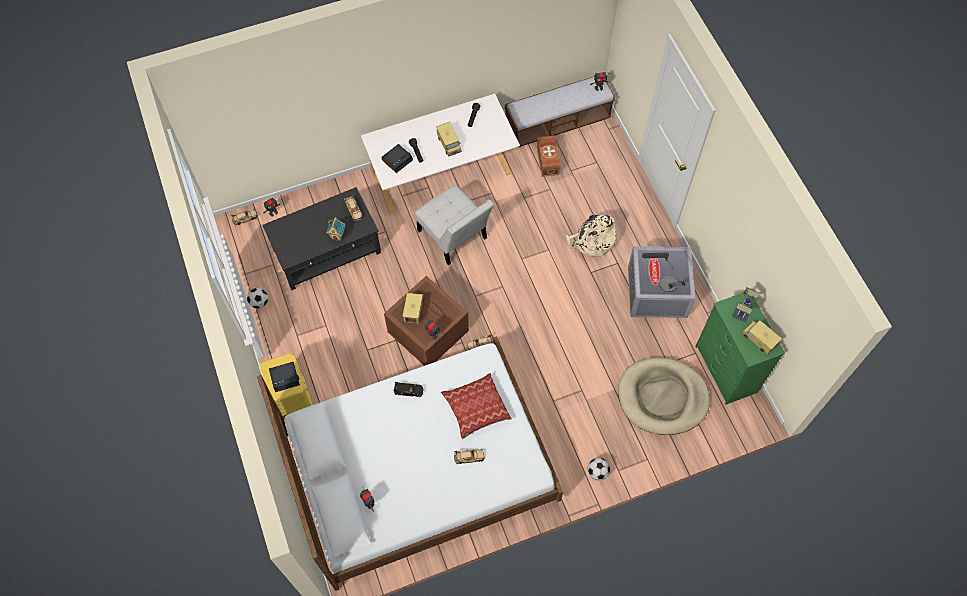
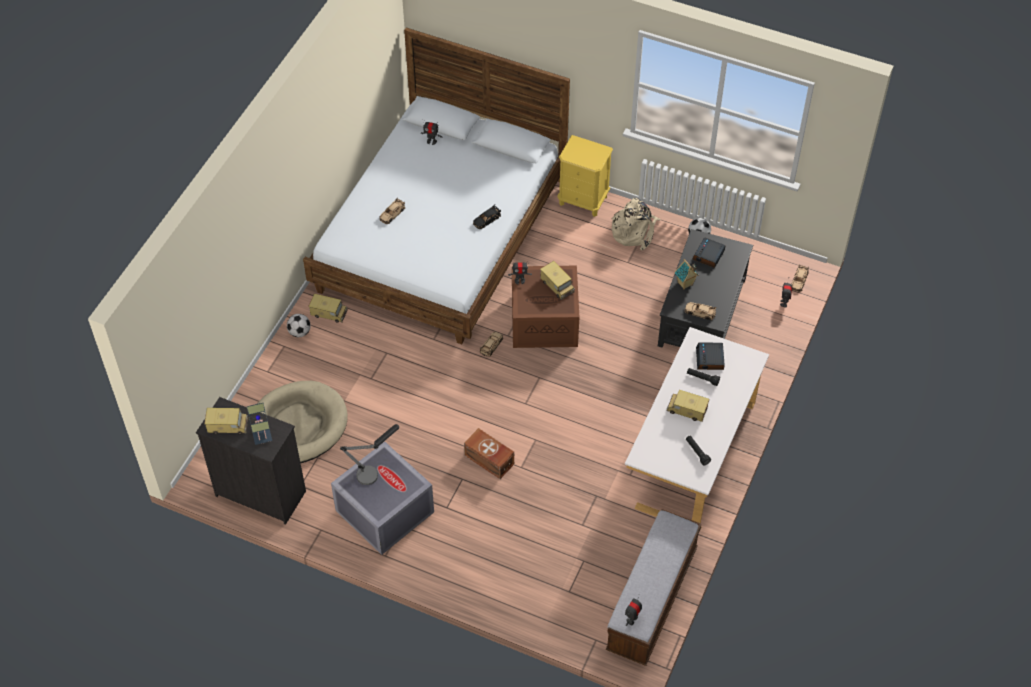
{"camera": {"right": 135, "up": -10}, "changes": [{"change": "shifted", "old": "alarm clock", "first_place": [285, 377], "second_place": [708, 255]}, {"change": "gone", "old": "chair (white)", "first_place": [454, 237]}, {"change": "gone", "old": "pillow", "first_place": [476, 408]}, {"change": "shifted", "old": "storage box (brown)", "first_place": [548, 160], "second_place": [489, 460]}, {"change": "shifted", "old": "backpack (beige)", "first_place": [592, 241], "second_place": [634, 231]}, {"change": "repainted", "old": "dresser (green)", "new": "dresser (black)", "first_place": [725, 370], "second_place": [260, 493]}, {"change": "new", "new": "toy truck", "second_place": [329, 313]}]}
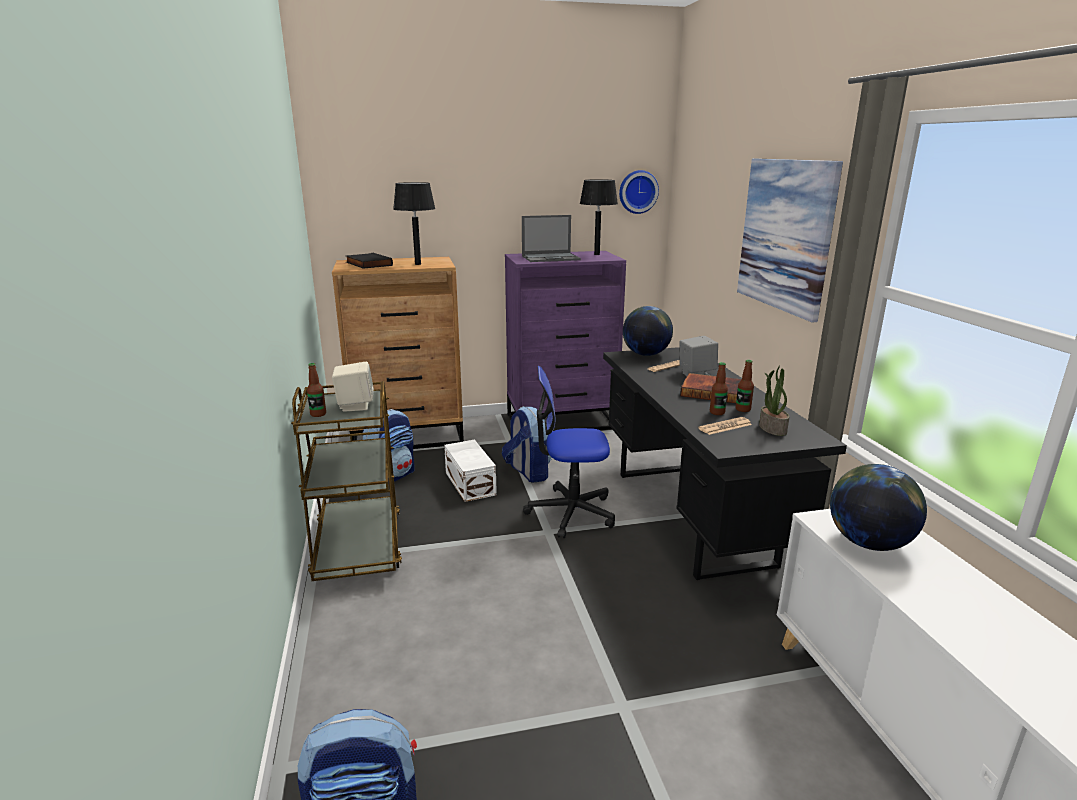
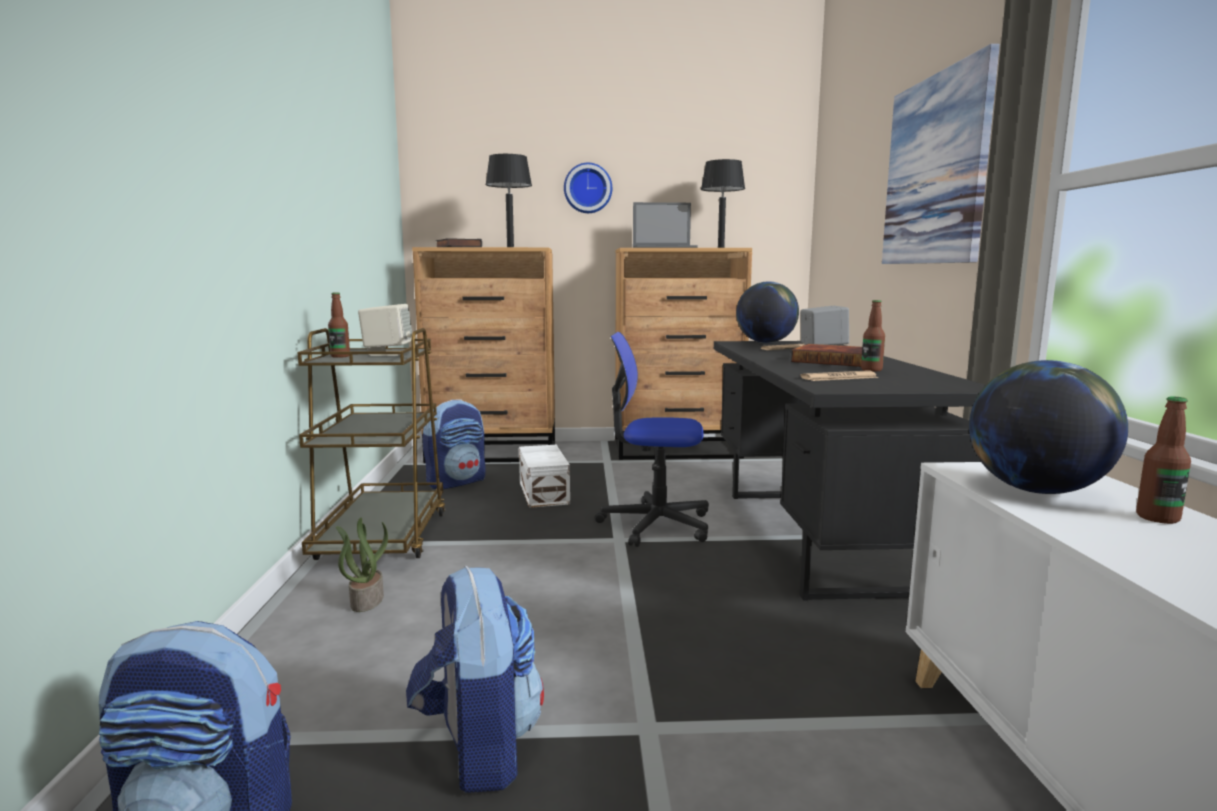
{"camera": {"right": 10, "up": -10}, "changes": [{"change": "shifted", "old": "backpack", "first_place": [528, 472], "second_place": [477, 748]}, {"change": "repainted", "old": "dresser (purple)", "new": "dresser (brown)", "first_place": [562, 421], "second_place": [678, 449]}, {"change": "shifted", "old": "wall clock", "first_place": [637, 192], "second_place": [588, 188]}, {"change": "shifted", "old": "bottle", "first_place": [717, 412], "second_place": [1157, 518]}, {"change": "shifted", "old": "potted plant", "first_place": [772, 428], "second_place": [366, 600]}]}
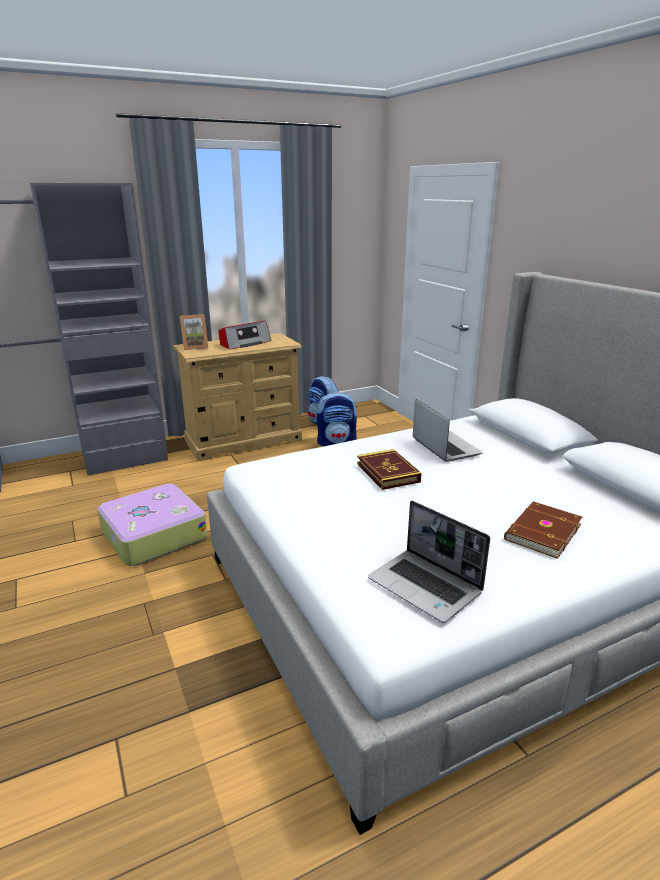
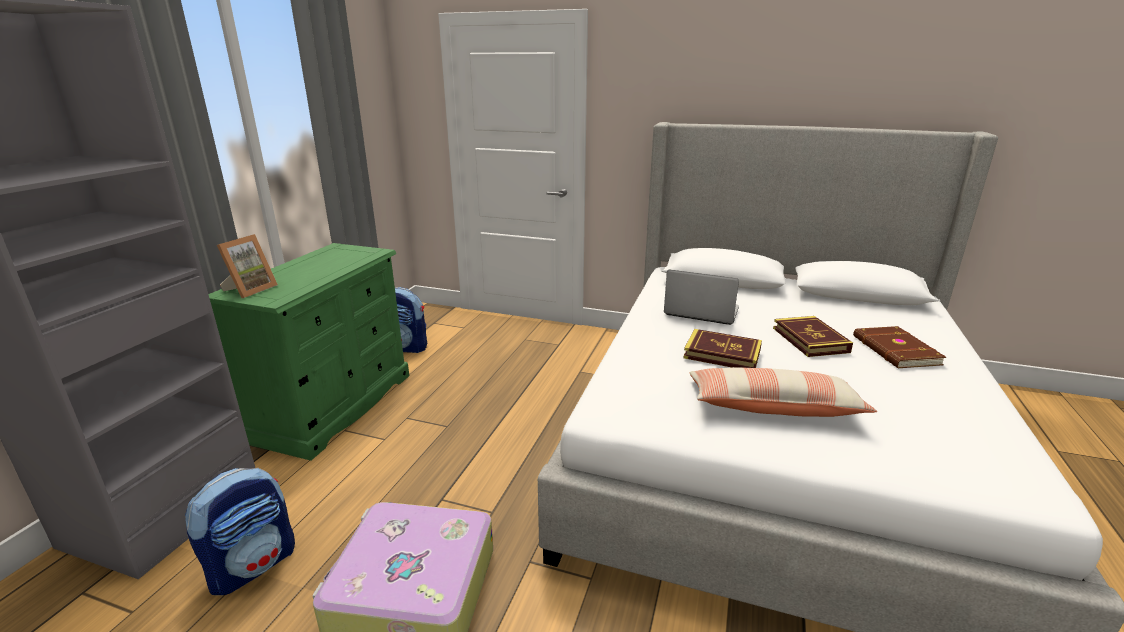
{"camera": {"right": -45, "up": 0}, "changes": [{"change": "repainted", "old": "dresser (beige)", "new": "dresser (green)", "first_place": [244, 441], "second_place": [335, 406]}, {"change": "gone", "old": "radio", "first_place": [244, 343]}, {"change": "shifted", "old": "backpack", "first_place": [337, 442], "second_place": [253, 565]}, {"change": "gone", "old": "laptop", "first_place": [426, 586]}, {"change": "new", "new": "pillow", "second_place": [772, 407]}, {"change": "new", "new": "book", "second_place": [810, 340]}]}
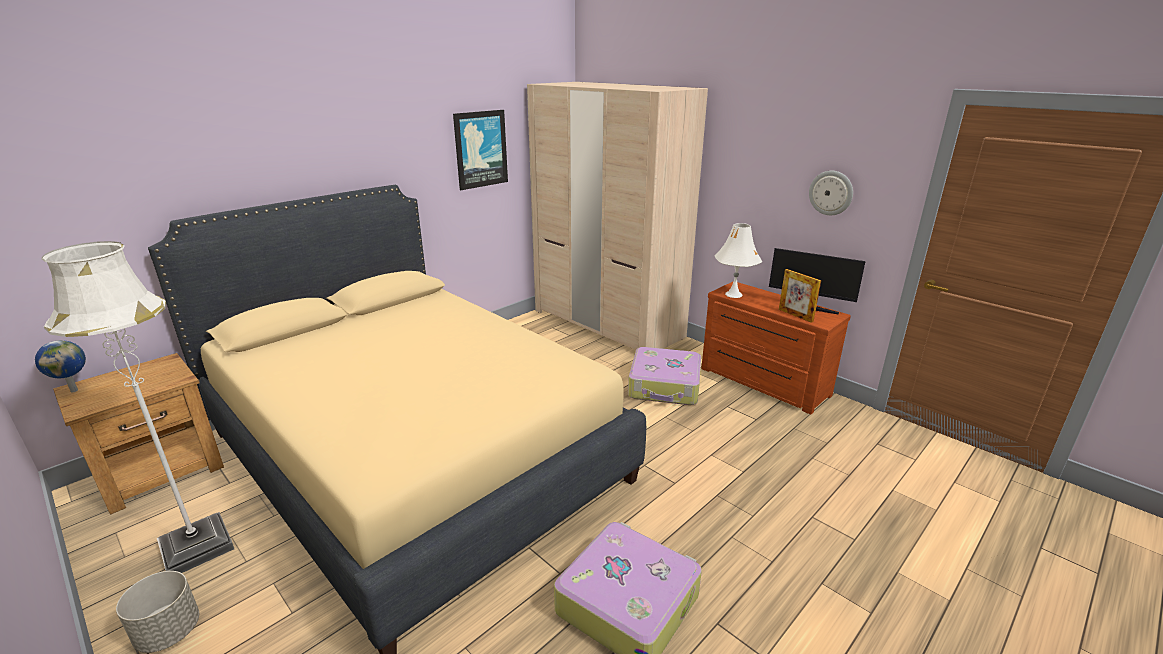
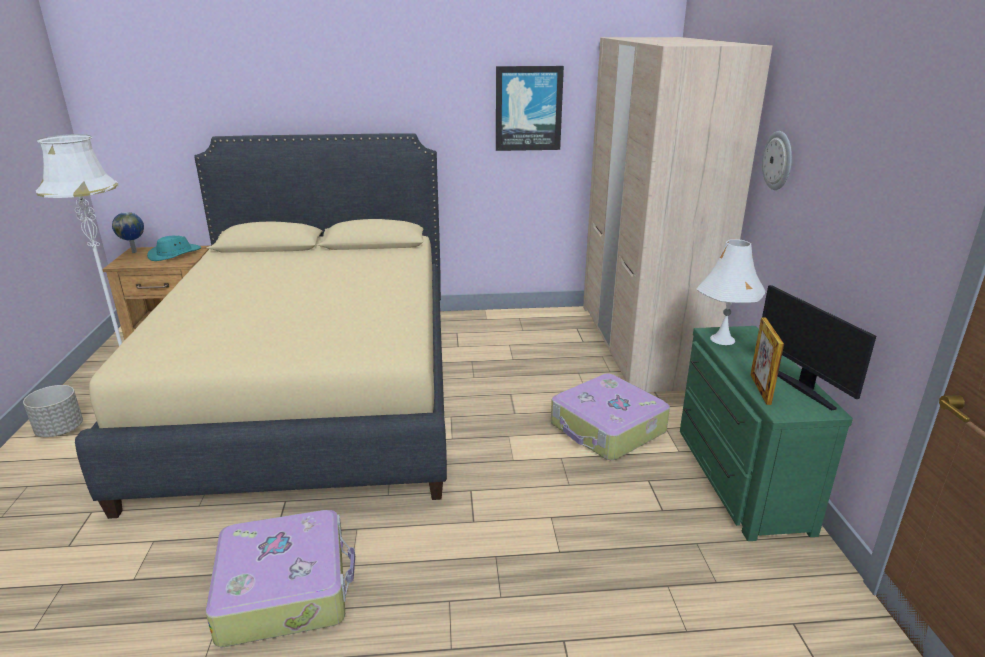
{"camera": {"right": 40, "up": 0}, "changes": [{"change": "repainted", "old": "dresser (brown)", "new": "dresser (green)", "first_place": [762, 383], "second_place": [737, 477]}, {"change": "shifted", "old": "wall clock", "first_place": [831, 193], "second_place": [778, 160]}, {"change": "new", "new": "hat (turquoise)", "second_place": [175, 254]}]}
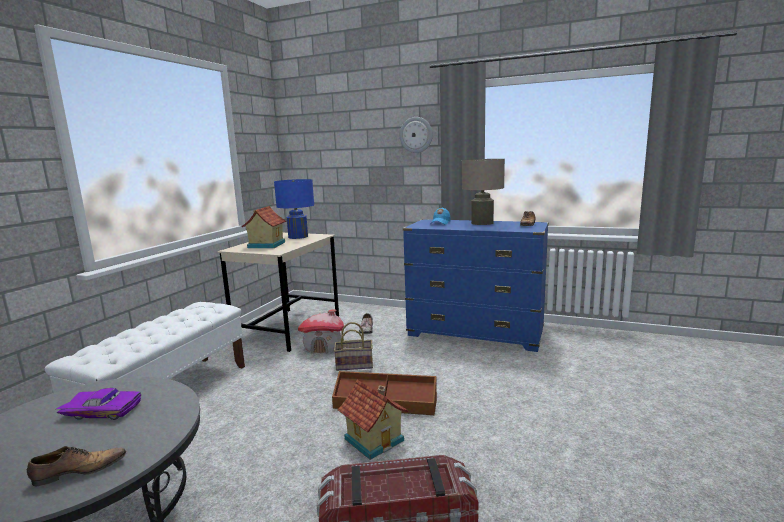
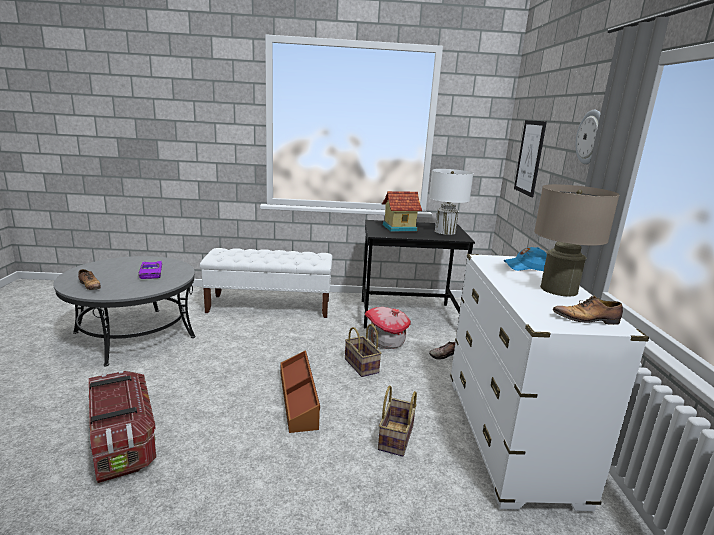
{"camera": {"right": 65, "up": 5}, "changes": [{"change": "repainted", "old": "desk (beige)", "new": "desk (black)", "first_place": [288, 329], "second_place": [408, 315]}, {"change": "repainted", "old": "table lamp (blue)", "new": "table lamp (white)", "first_place": [298, 236], "second_place": [445, 231]}, {"change": "gone", "old": "toy house", "first_place": [375, 439]}, {"change": "repainted", "old": "dresser (blue)", "new": "dresser (white)", "first_place": [475, 333], "second_place": [509, 437]}, {"change": "new", "new": "basket", "second_place": [396, 439]}, {"change": "new", "new": "picture", "second_place": [529, 157]}]}
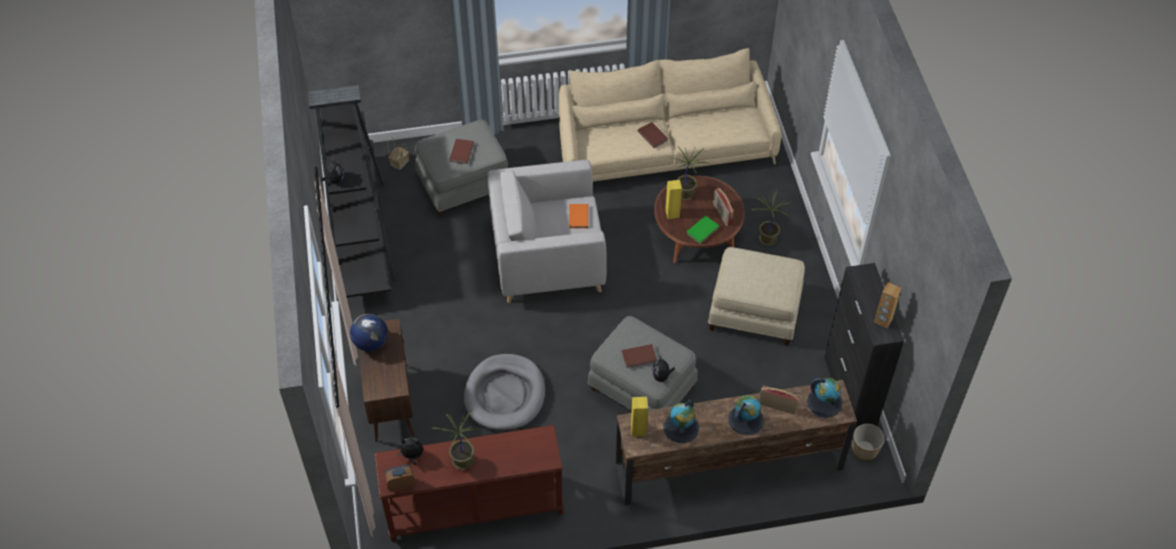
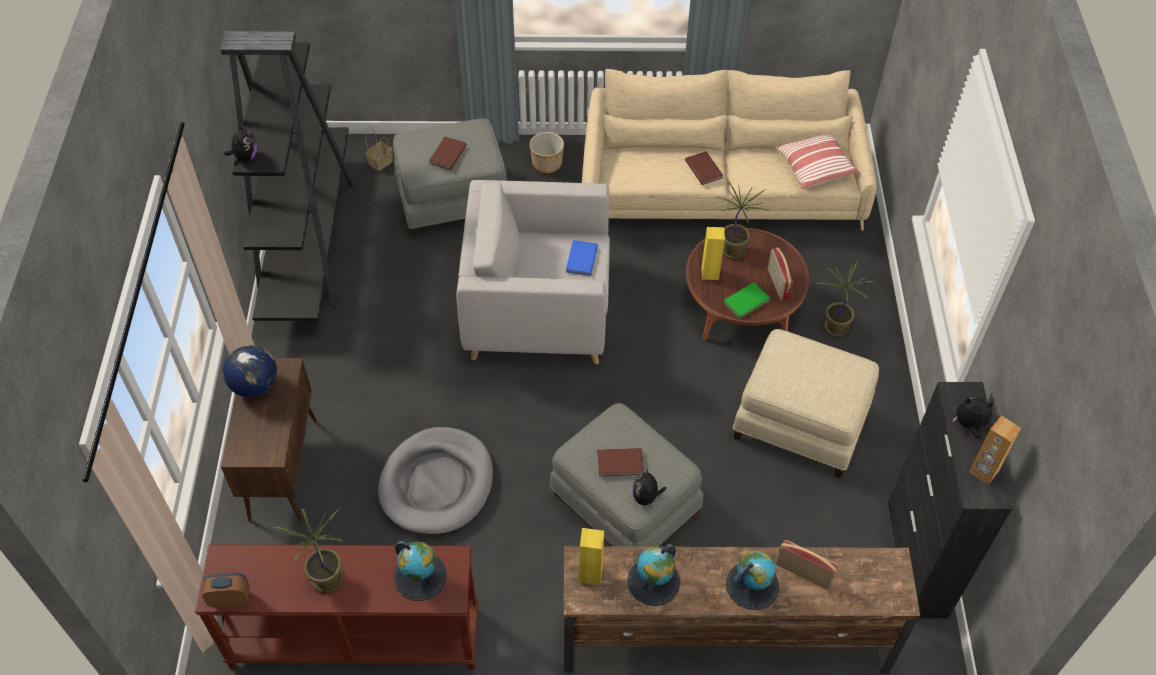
{"camera": {"right": 10, "up": 0}, "changes": [{"change": "shifted", "old": "plush toy", "first_place": [412, 456], "second_place": [969, 425]}, {"change": "repainted", "old": "book (orange)", "new": "book (blue)", "first_place": [577, 217], "second_place": [580, 259]}, {"change": "shifted", "old": "globe", "first_place": [824, 402], "second_place": [420, 576]}, {"change": "shifted", "old": "planter", "first_place": [865, 449], "second_place": [547, 163]}, {"change": "new", "new": "pillow", "second_place": [814, 168]}]}
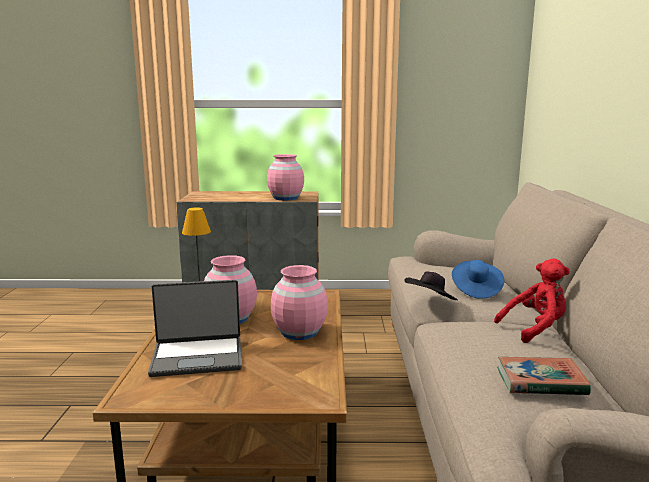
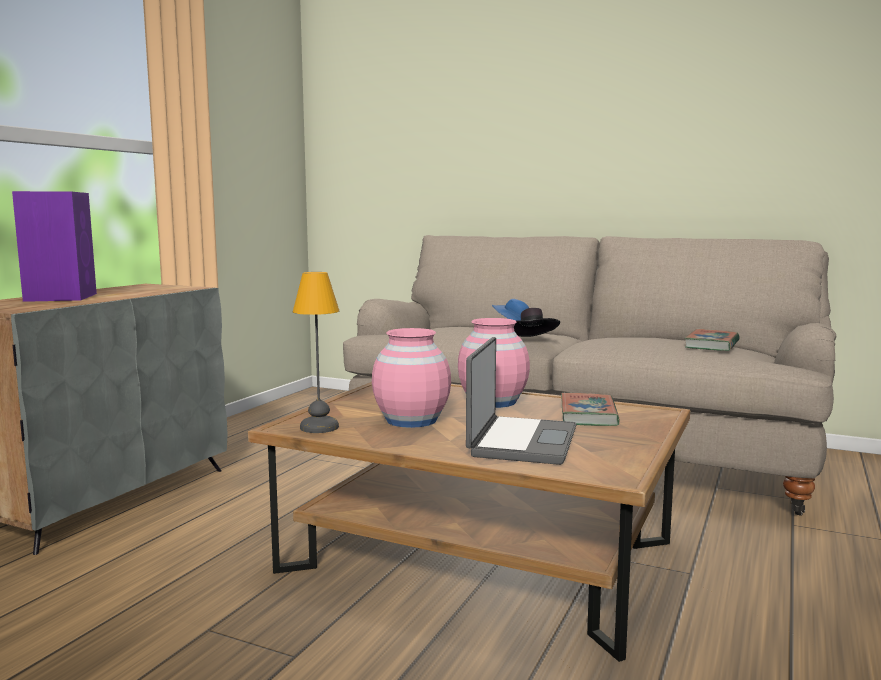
{"camera": {"right": -65, "up": -5}, "changes": [{"change": "gone", "old": "vase (pink)", "first_place": [285, 198]}, {"change": "gone", "old": "plush toy (red)", "first_place": [535, 329]}, {"change": "new", "new": "speaker (purple)", "second_place": [61, 297]}, {"change": "new", "new": "book", "second_place": [588, 415]}]}
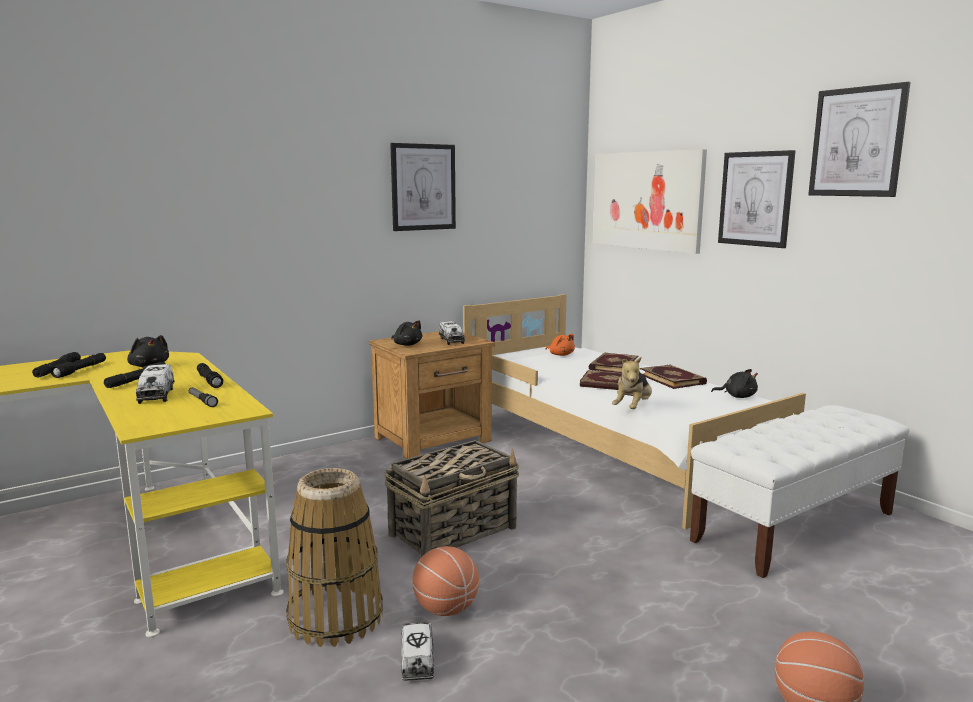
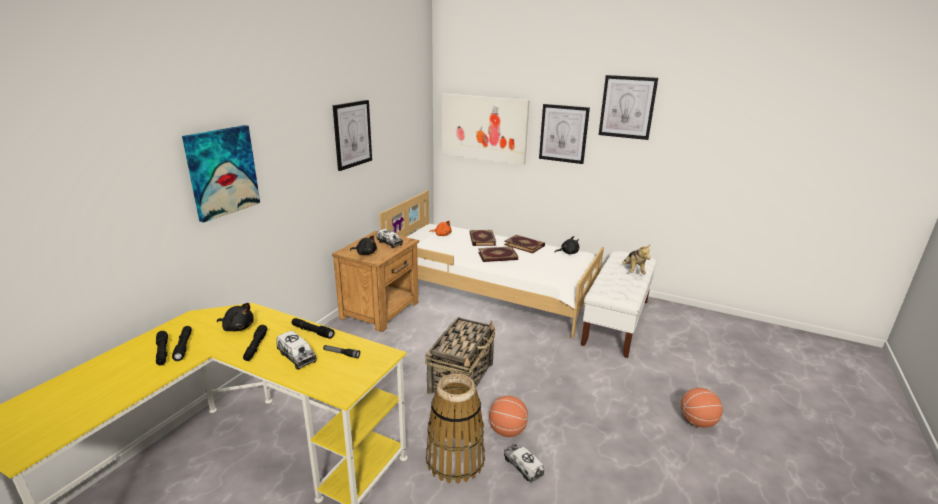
{"camera": {"right": -30, "up": 10}, "changes": [{"change": "shifted", "old": "plush toy", "first_place": [633, 408], "second_place": [633, 271]}, {"change": "new", "new": "picture", "second_place": [222, 172]}]}
